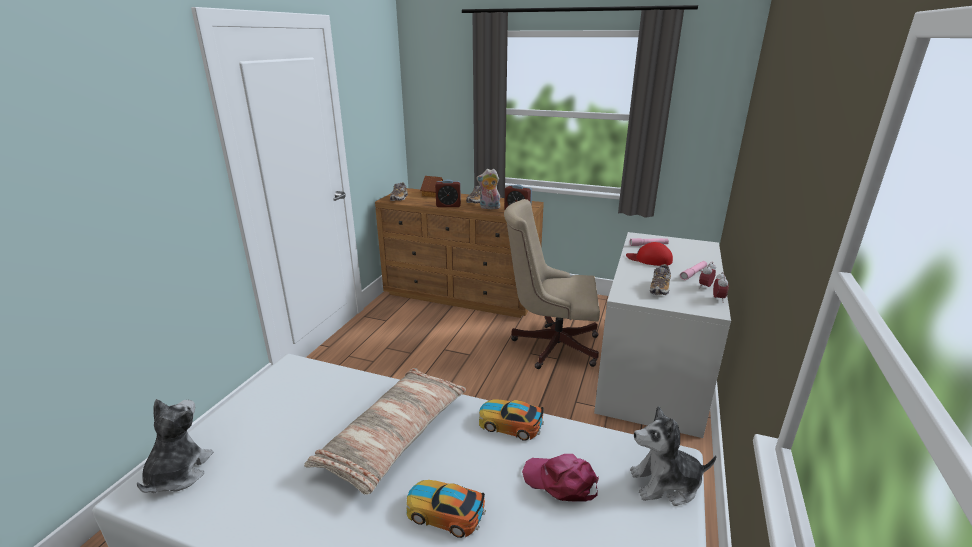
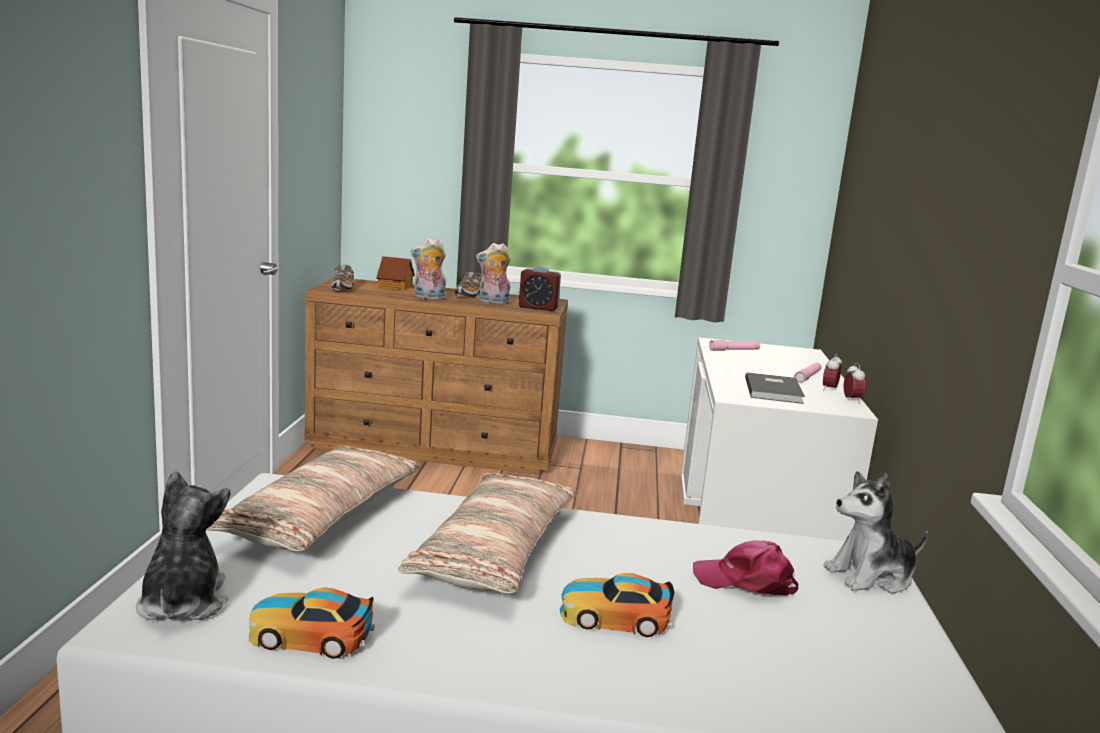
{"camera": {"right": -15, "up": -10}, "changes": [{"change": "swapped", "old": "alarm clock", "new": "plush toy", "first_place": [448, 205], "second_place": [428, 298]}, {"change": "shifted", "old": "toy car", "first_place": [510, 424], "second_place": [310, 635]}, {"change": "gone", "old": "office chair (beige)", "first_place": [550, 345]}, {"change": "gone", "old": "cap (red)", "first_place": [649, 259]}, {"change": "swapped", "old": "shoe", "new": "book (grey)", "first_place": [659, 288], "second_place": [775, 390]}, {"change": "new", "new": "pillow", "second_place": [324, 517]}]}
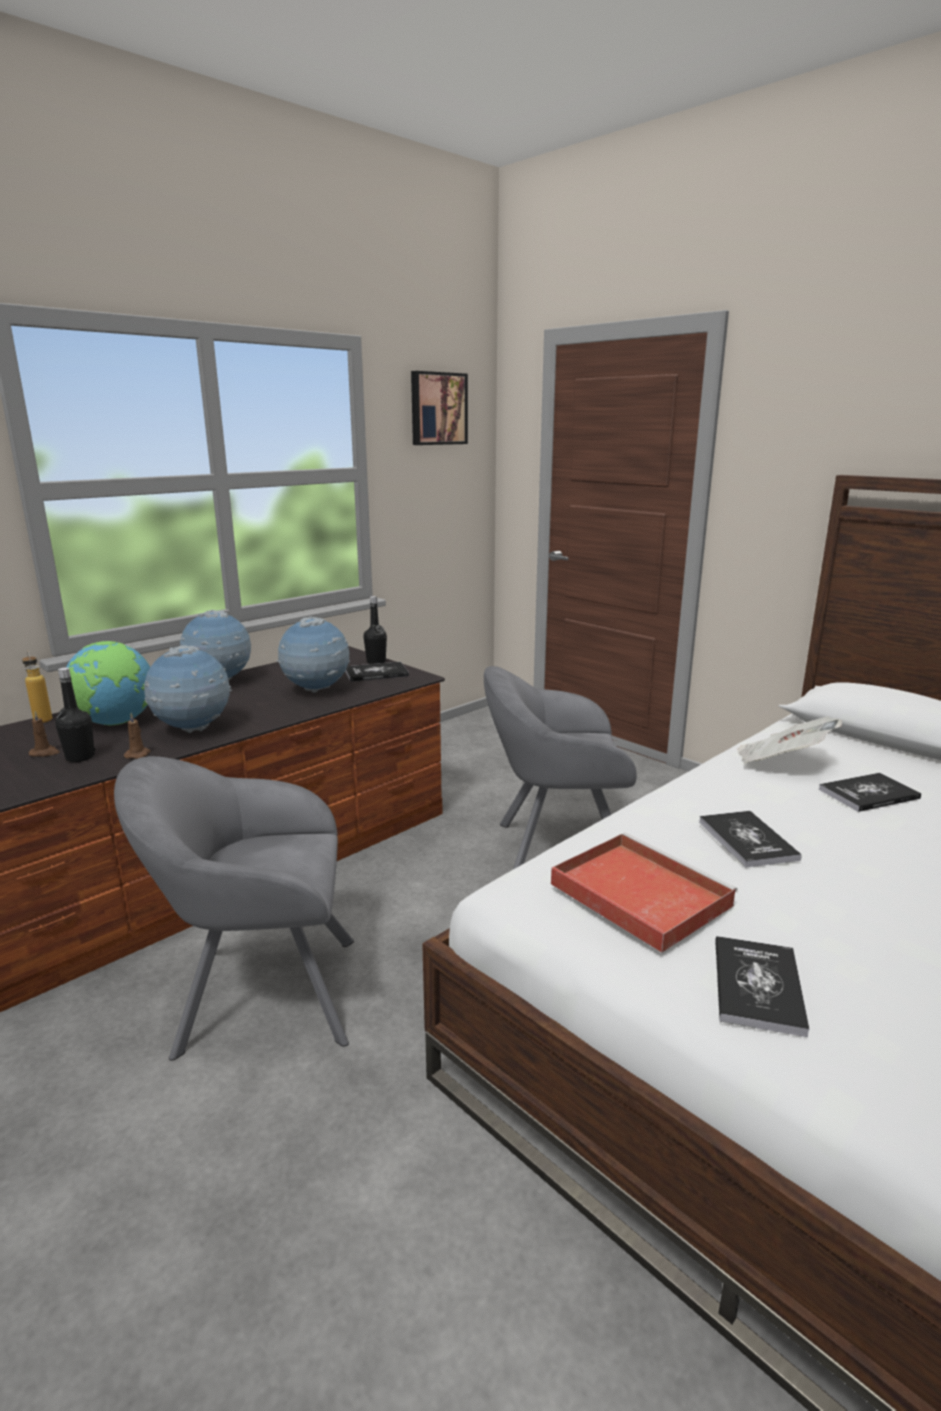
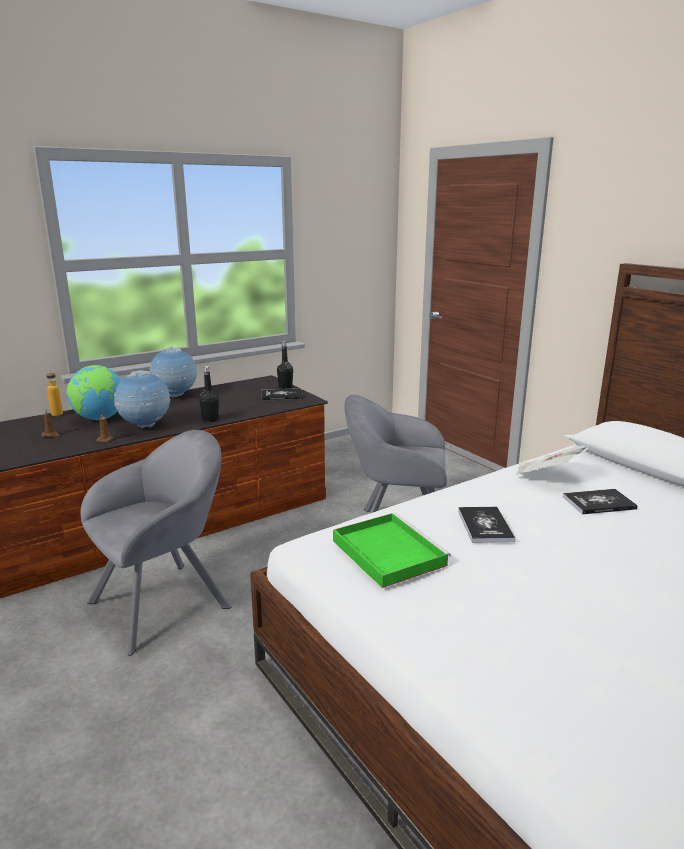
{"camera": {"right": 10, "up": 0}, "changes": [{"change": "shifted", "old": "bottle (black)", "first_place": [80, 757], "second_place": [210, 420]}, {"change": "rotated", "old": "armchair (grey)", "first_place": [258, 994], "second_place": [166, 601], "degrees": 135}, {"change": "gone", "old": "globe", "first_place": [316, 691]}, {"change": "gone", "old": "picture", "first_place": [437, 409]}, {"change": "repainted", "old": "tray (red)", "new": "tray (green)", "first_place": [636, 893], "second_place": [386, 551]}, {"change": "gone", "old": "book", "first_place": [757, 986]}]}
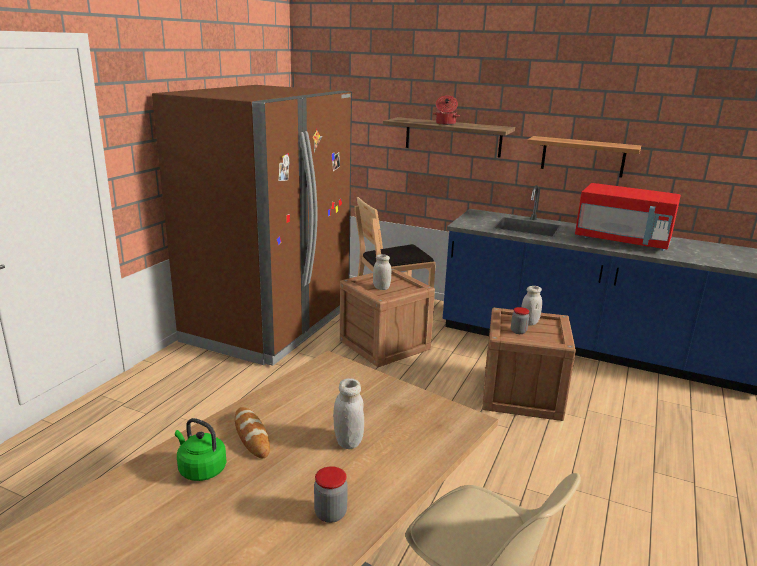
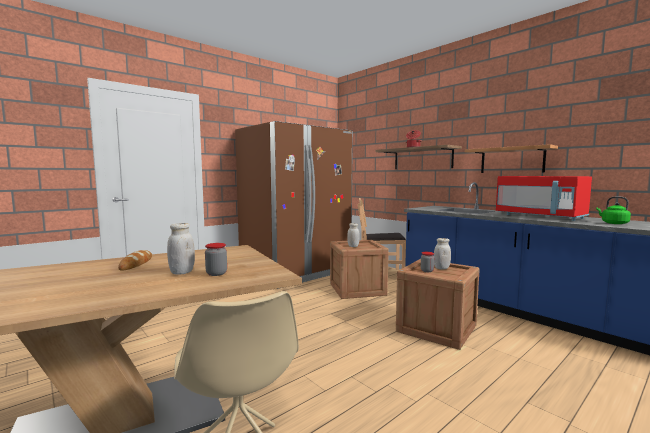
{"camera": {"right": 25, "up": -15}, "changes": [{"change": "shifted", "old": "kettle (green)", "first_place": [200, 469], "second_place": [613, 223]}, {"change": "shifted", "old": "jar", "first_place": [330, 513], "second_place": [216, 273]}]}
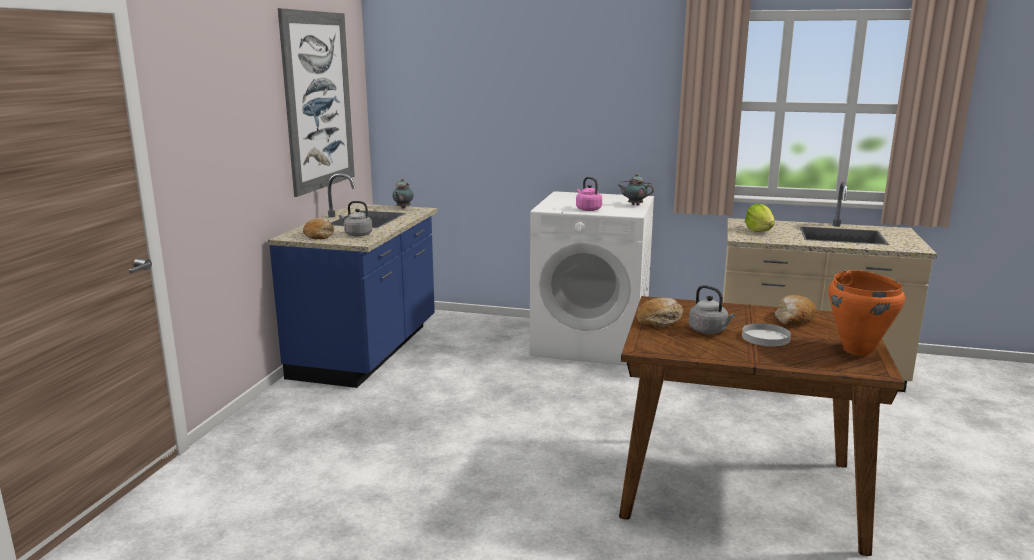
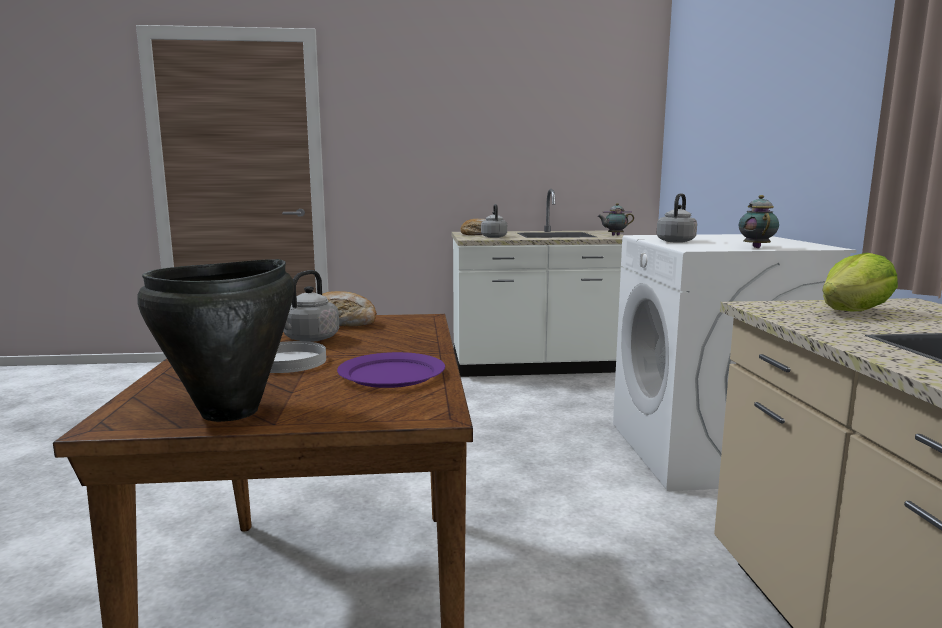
{"camera": {"right": 70, "up": -5}, "changes": [{"change": "repainted", "old": "counter (blue)", "new": "counter (white)", "first_place": [368, 351], "second_place": [536, 366]}, {"change": "gone", "old": "picture", "first_place": [318, 101]}, {"change": "repainted", "old": "kettle (pink)", "new": "kettle (grey)", "first_place": [587, 209], "second_place": [676, 241]}, {"change": "swapped", "old": "bread", "new": "plate (purple)", "first_place": [794, 319], "second_place": [391, 374]}, {"change": "repainted", "old": "cooking pot (orange)", "new": "cooking pot (black)", "first_place": [858, 350], "second_place": [231, 412]}]}
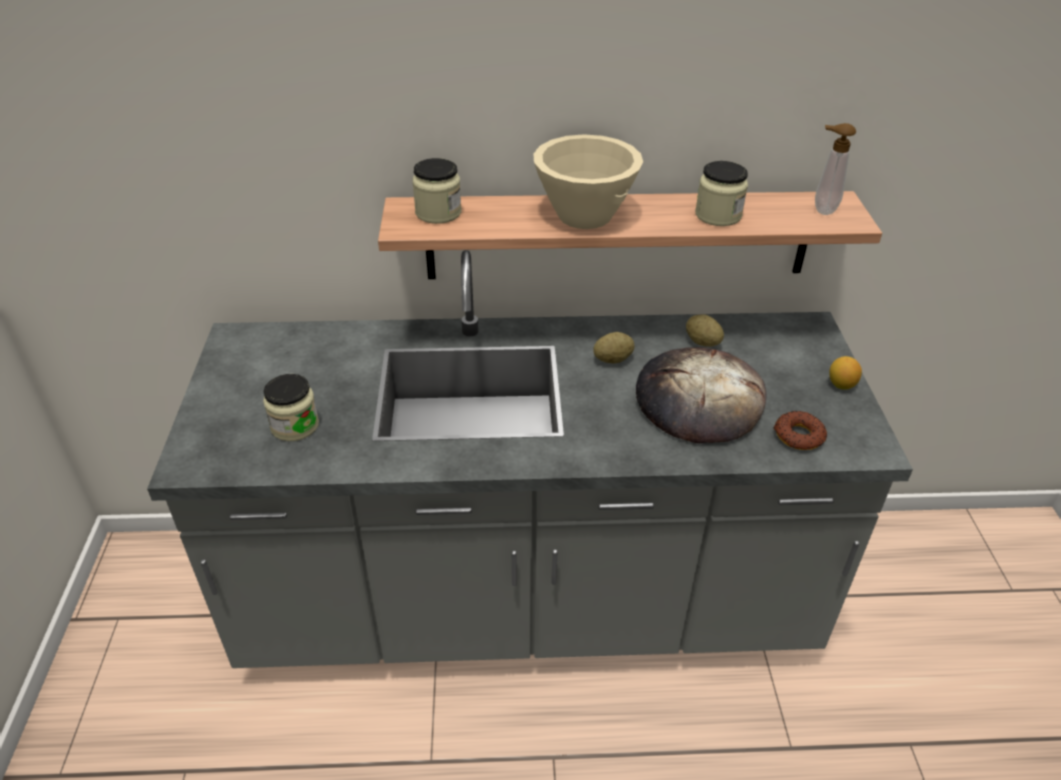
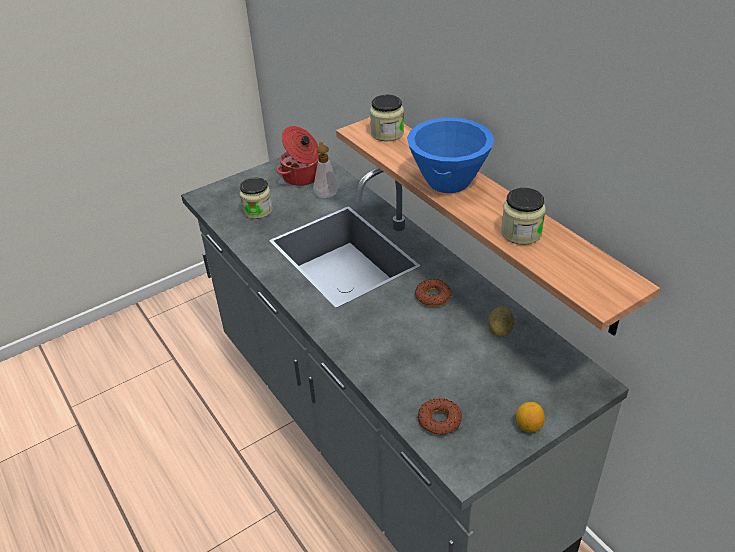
{"camera": {"right": 60, "up": 0}, "changes": [{"change": "repainted", "old": "bowl (beige)", "new": "bowl (blue)", "first_place": [584, 216], "second_place": [447, 181]}, {"change": "swapped", "old": "potato", "new": "donut", "first_place": [612, 359], "second_place": [433, 296]}, {"change": "gone", "old": "bread", "first_place": [698, 400]}, {"change": "shifted", "old": "soap dispenser", "first_place": [821, 209], "second_place": [326, 194]}, {"change": "new", "new": "cooking pot", "second_place": [302, 177]}]}
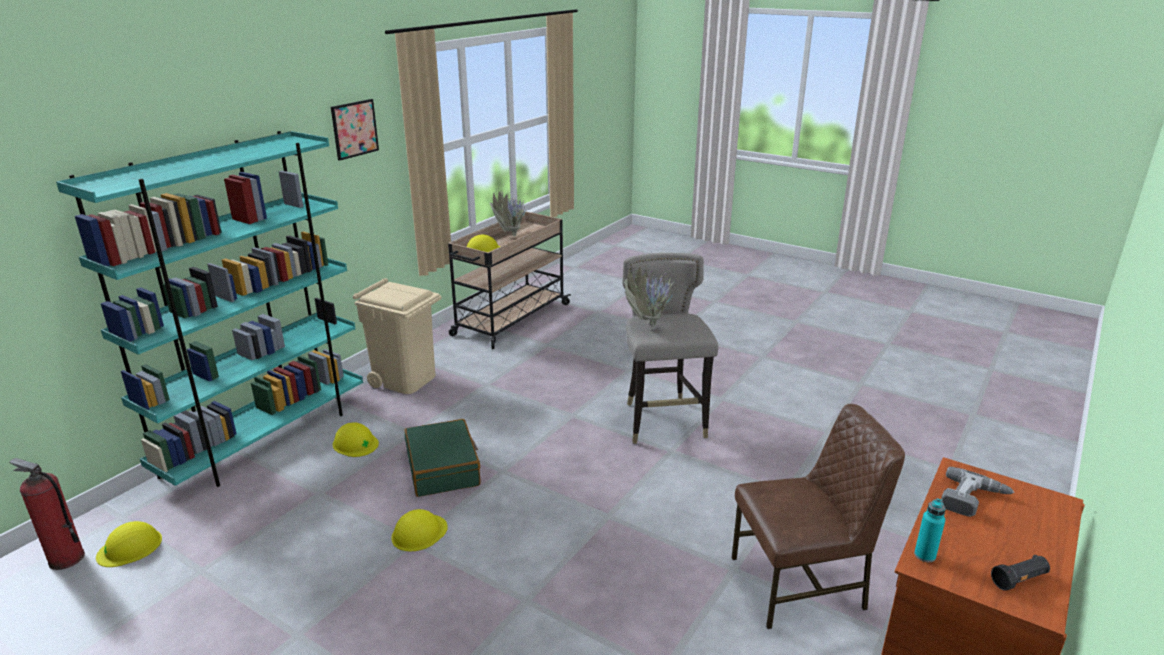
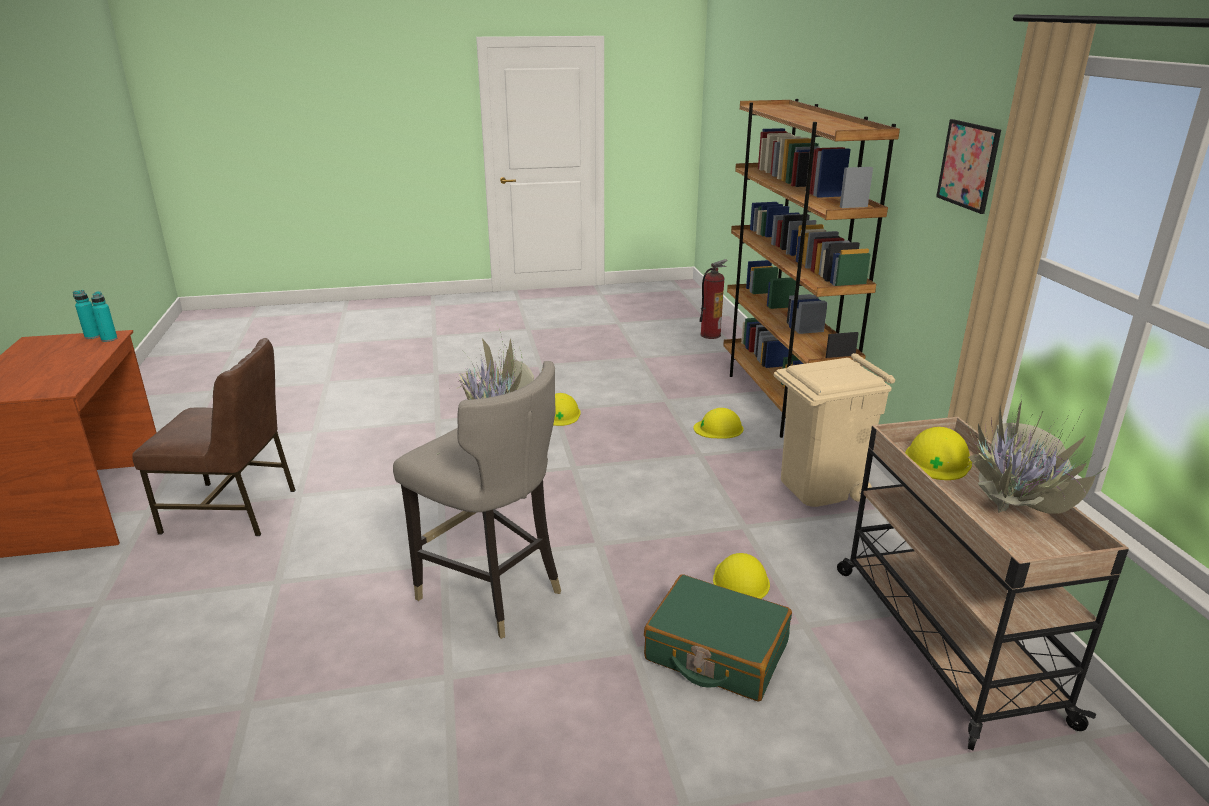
{"camera": {"right": 135, "up": 0}, "changes": [{"change": "repainted", "old": "bookcase (turquoise)", "new": "bookcase (brown)", "first_place": [266, 438], "second_place": [780, 402]}, {"change": "shifted", "old": "hard hat (yellow)", "first_place": [130, 547], "second_place": [741, 580]}, {"change": "shifted", "old": "suitcase (green)", "first_place": [443, 468], "second_place": [716, 652]}, {"change": "rotated", "old": "chair (brown)", "first_place": [800, 584], "second_place": [232, 510], "degrees": -120}, {"change": "gone", "old": "power drill", "first_place": [973, 500]}, {"change": "gone", "old": "flashlight (black)", "first_place": [1019, 580]}, {"change": "new", "new": "bottle (turquoise)", "second_place": [92, 336]}]}
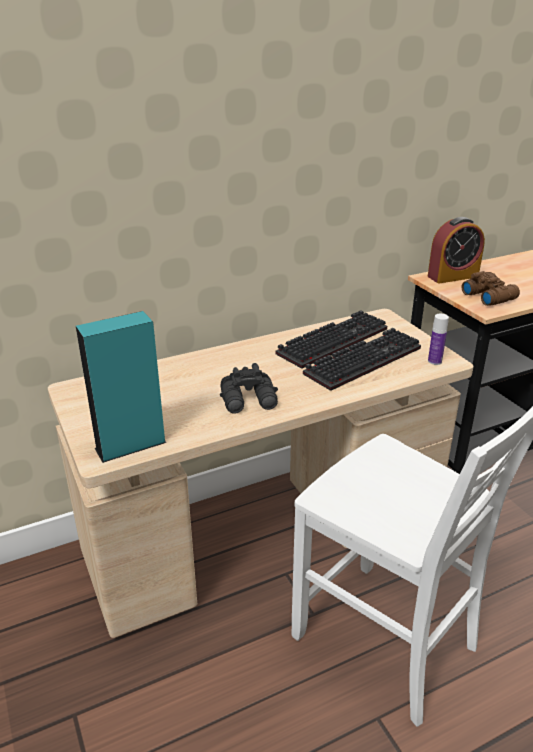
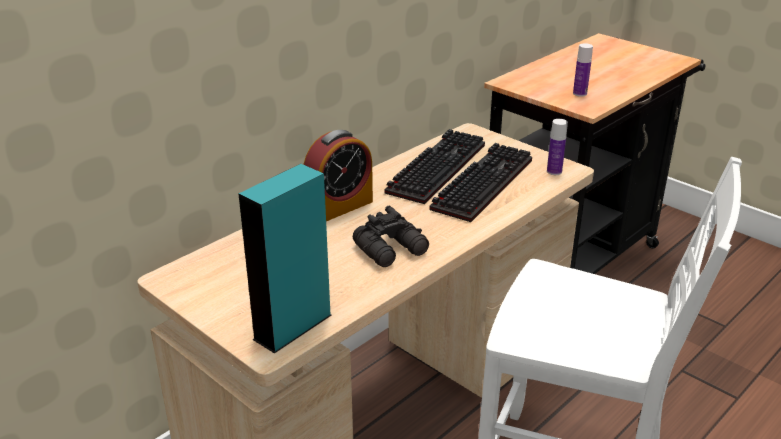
{"camera": {"right": -20, "up": 0}, "changes": [{"change": "shifted", "old": "alarm clock", "first_place": [452, 276], "second_place": [339, 206]}, {"change": "swapped", "old": "binoculars (brown)", "new": "bottle", "first_place": [489, 296], "second_place": [579, 93]}]}
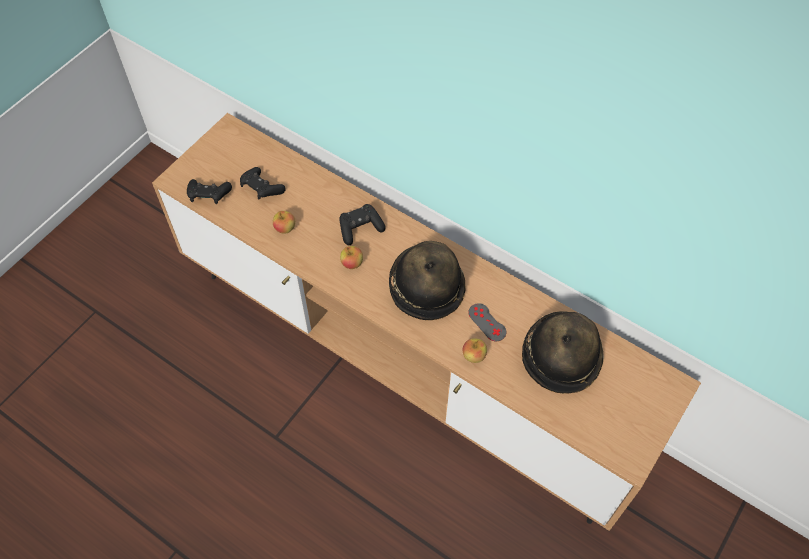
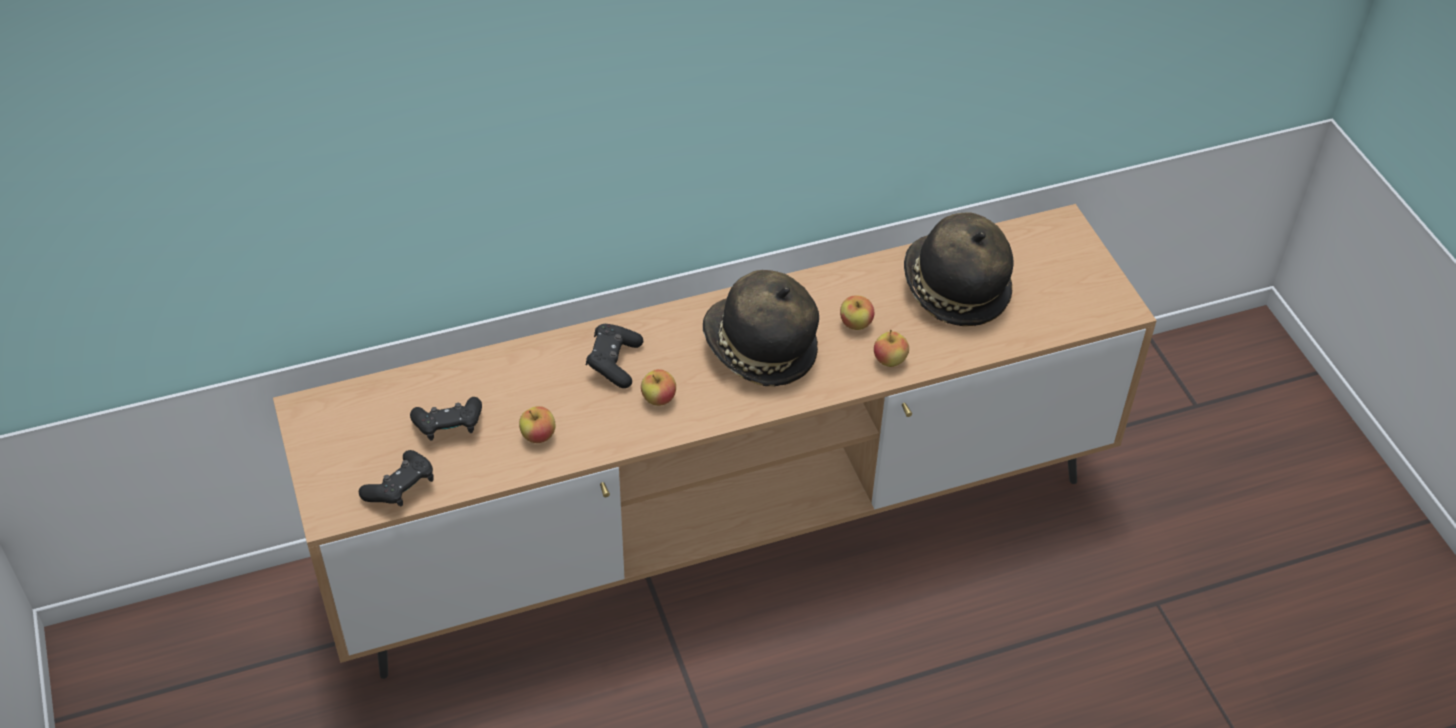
{"camera": {"right": -55, "up": -10}, "changes": [{"change": "swapped", "old": "game controller (grey)", "new": "apple", "first_place": [487, 322], "second_place": [856, 324]}]}
